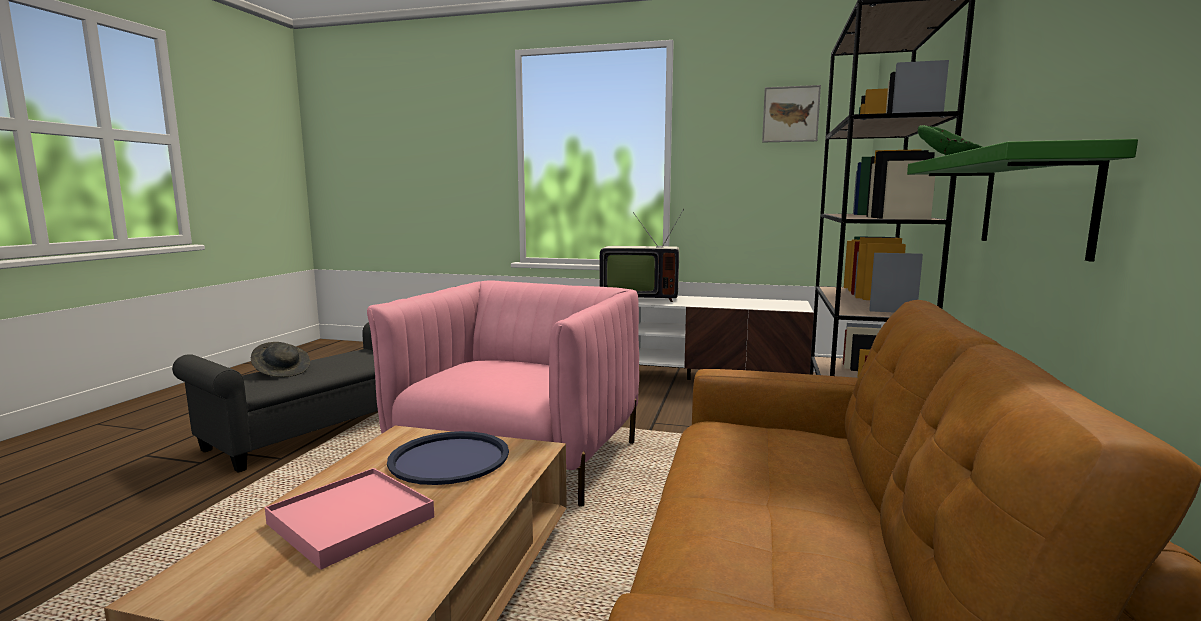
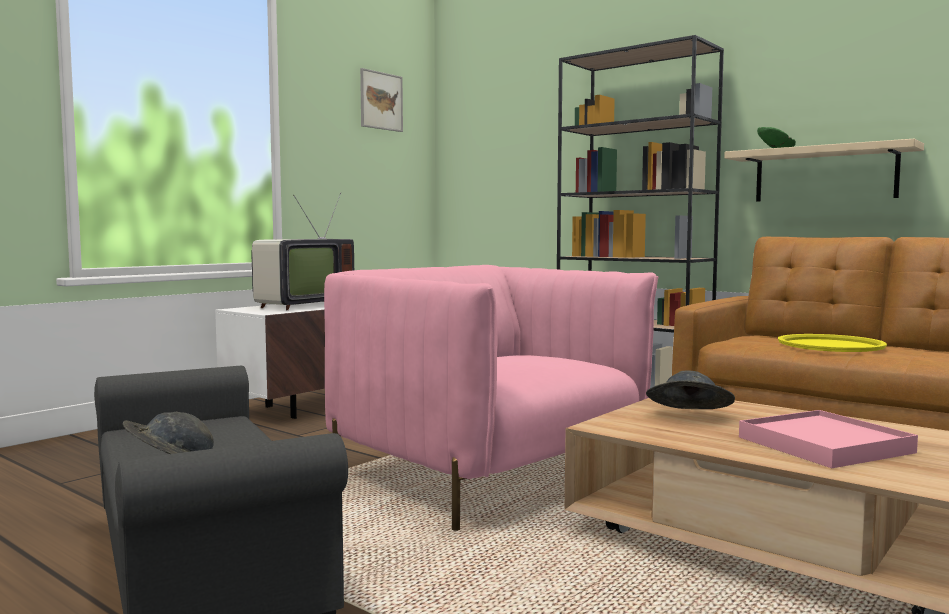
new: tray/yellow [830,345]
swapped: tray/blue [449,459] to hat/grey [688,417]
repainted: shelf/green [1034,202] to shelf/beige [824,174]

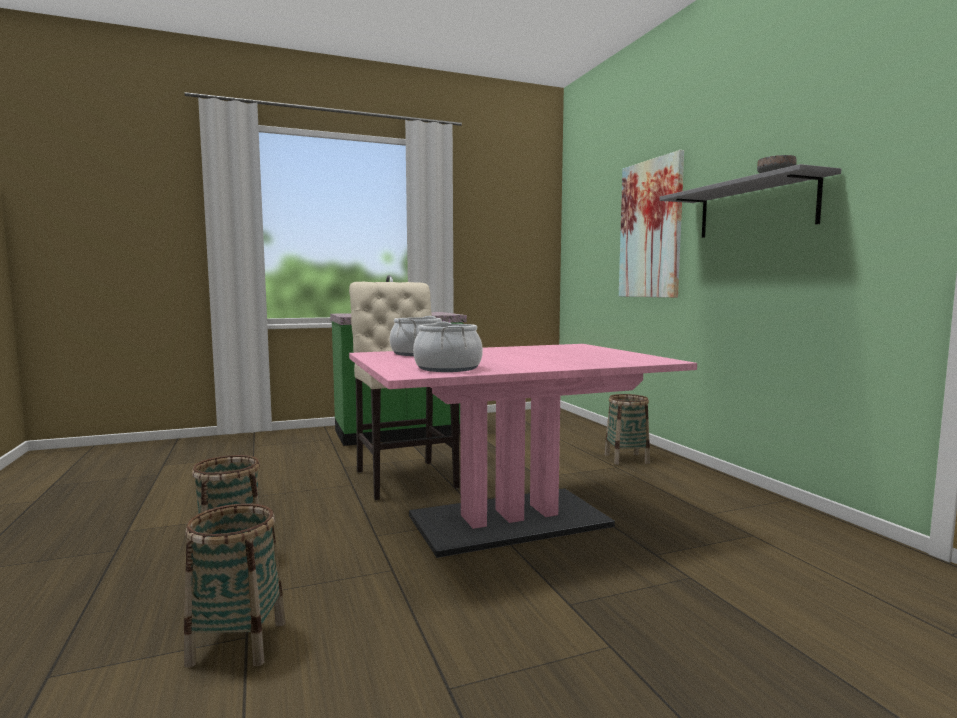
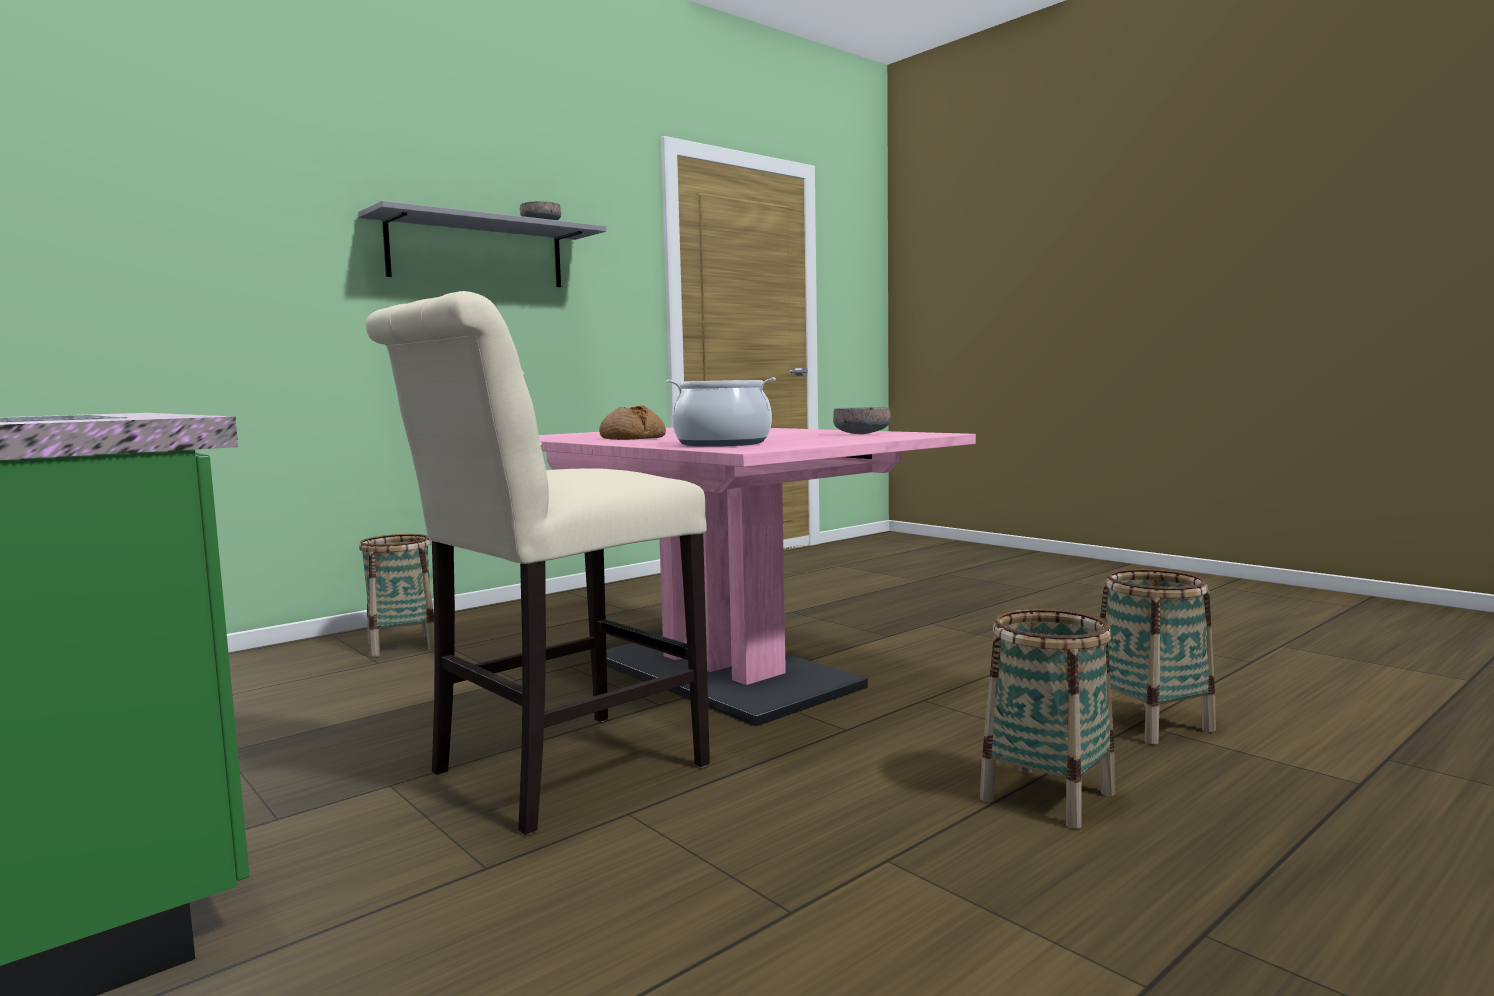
gone: picture [650,229]
new: bread [632,438]
swapped: cooking pot [448,368] to bowl/grey [861,434]

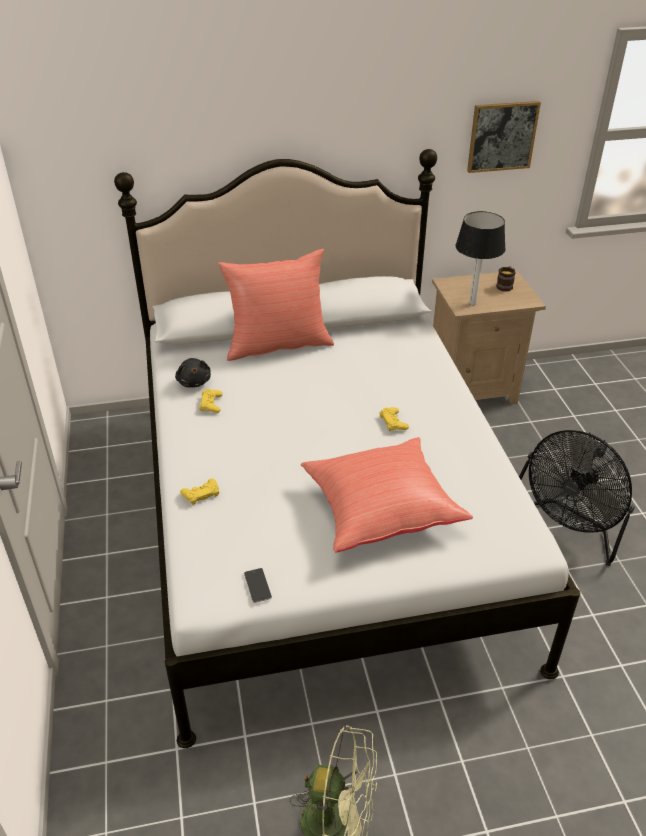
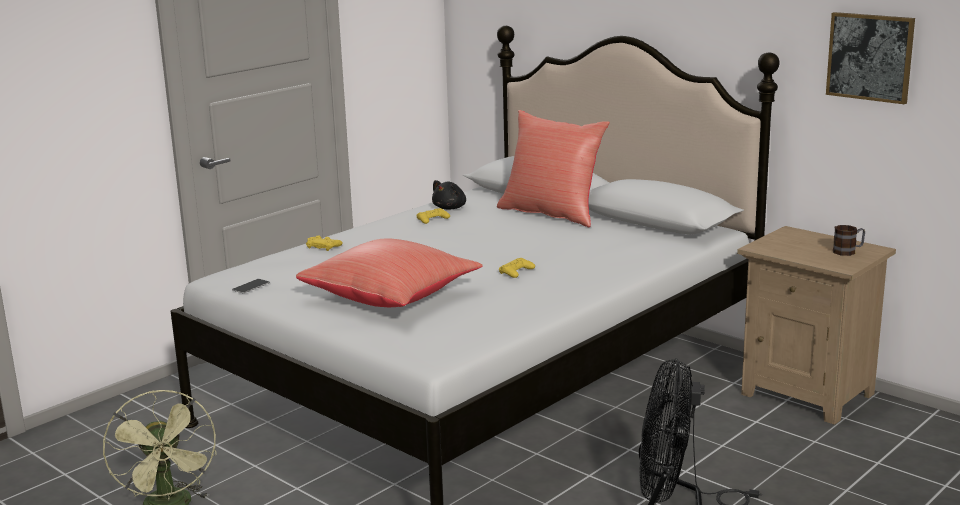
gone: table lamp [473,304]

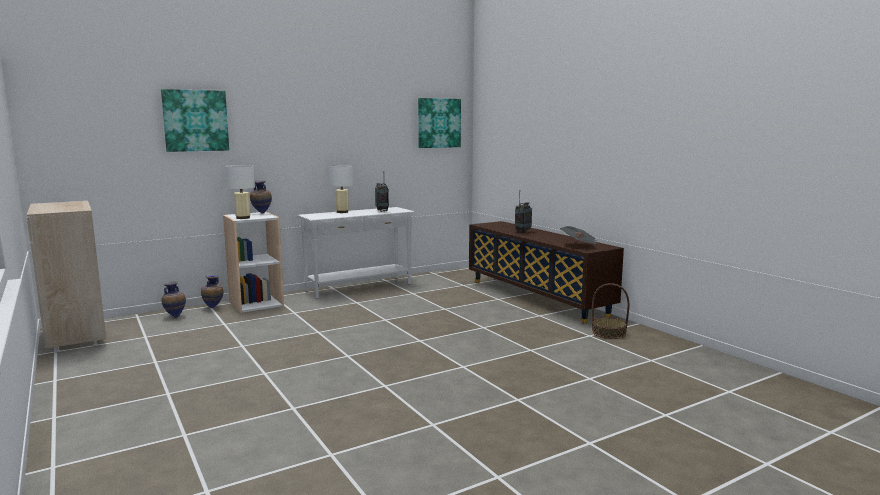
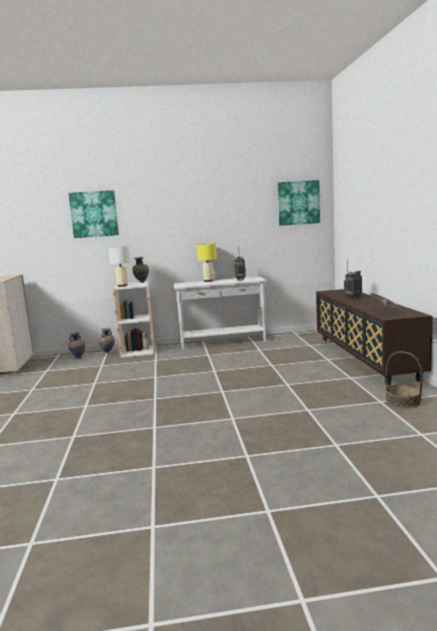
repainted: table lamp/white [342,212] to table lamp/yellow [208,281]

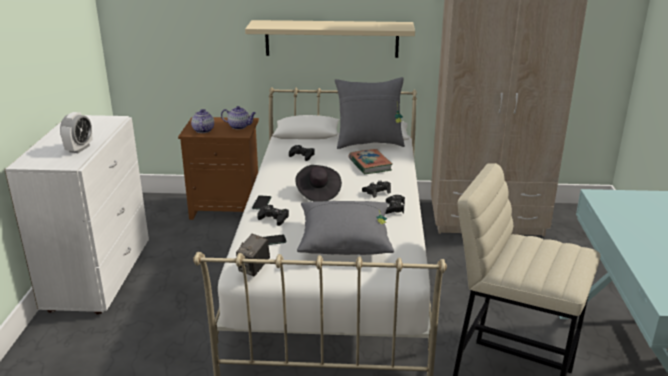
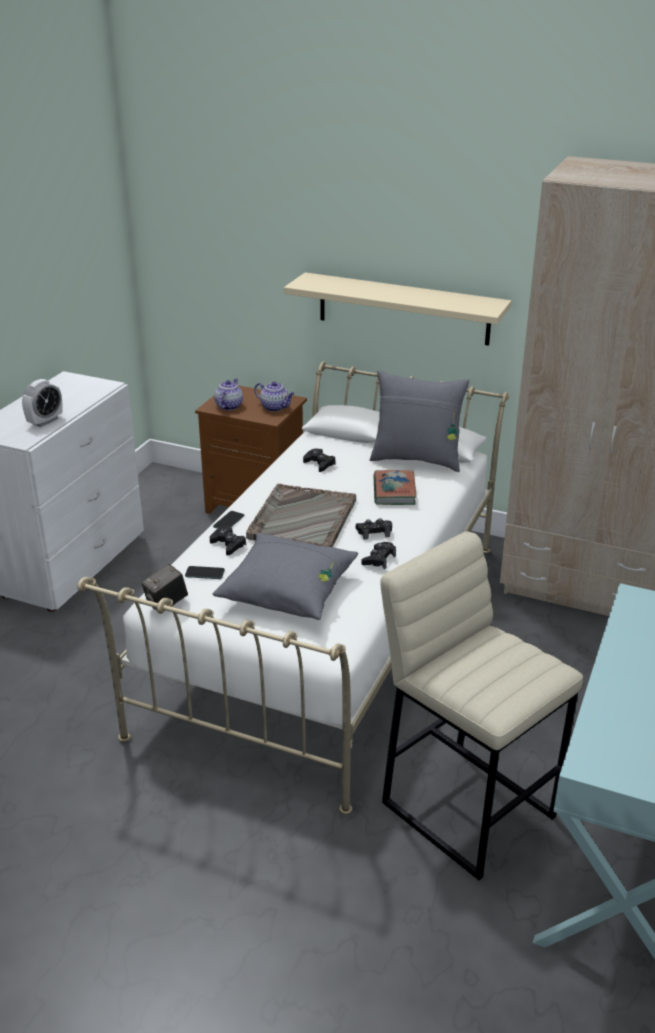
swapped: hat/black [318,193] to tray/grey [302,520]

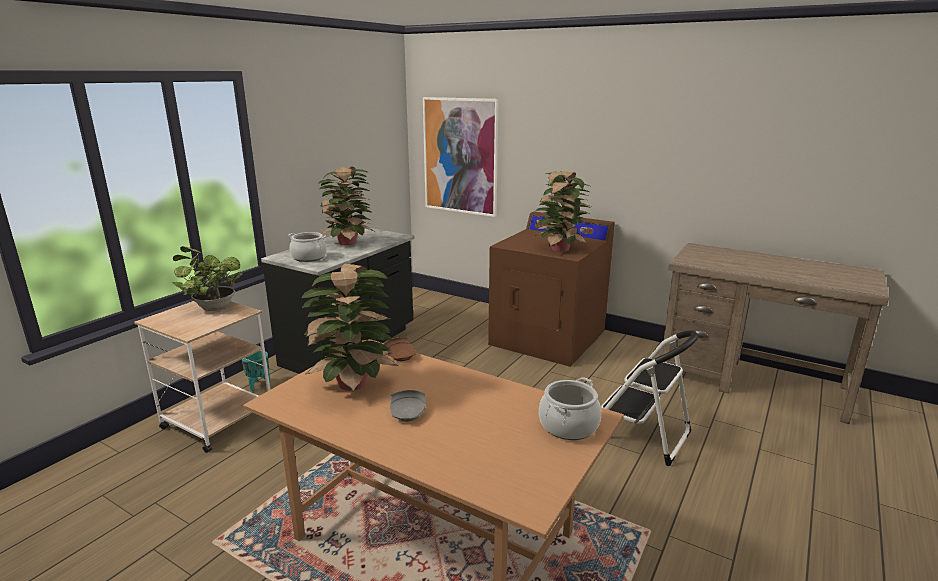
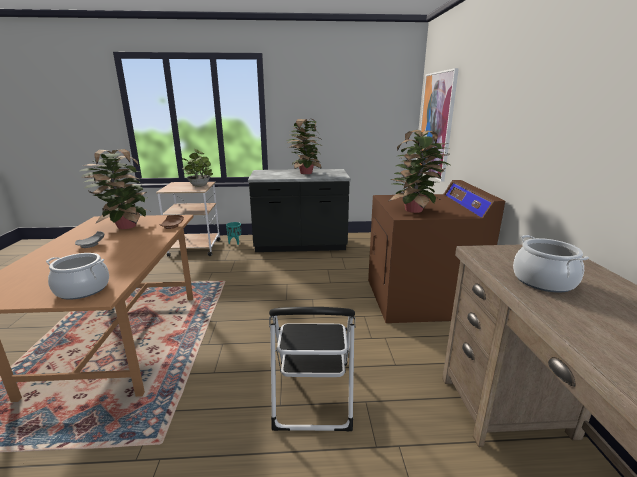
shifted: cooking pot [309,257] to [543,281]

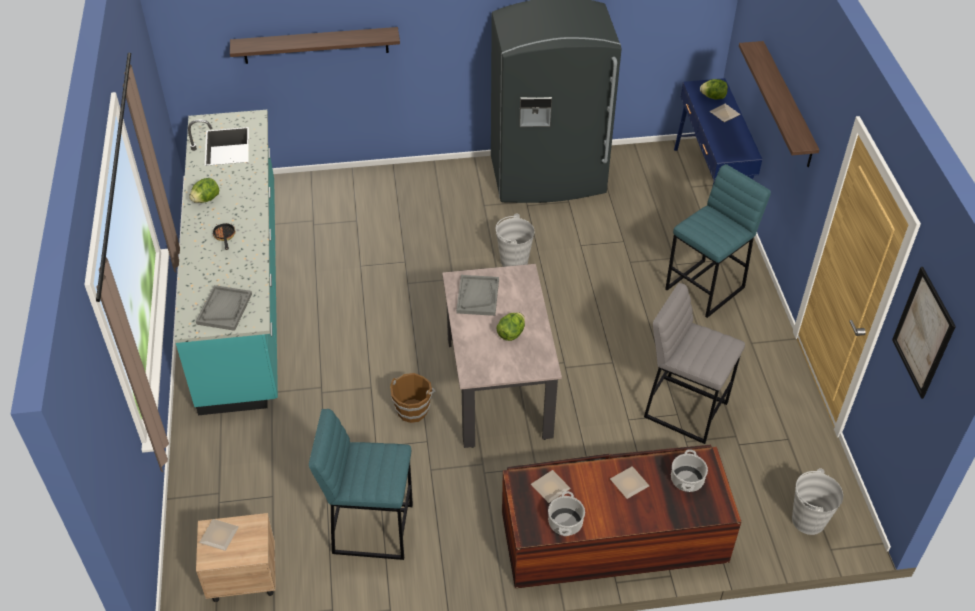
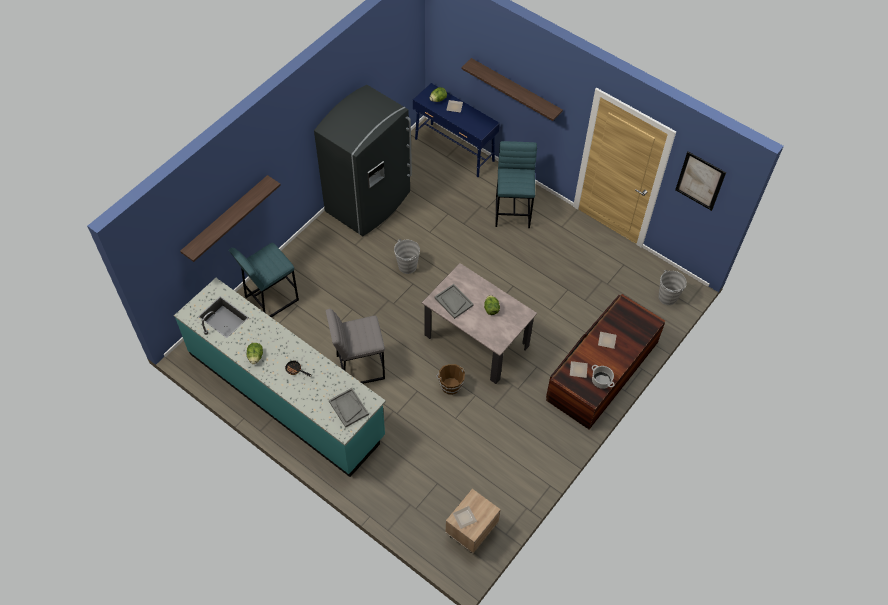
gone: cooking pot [687,480]
shifted: stool/turquoise [370,528] to [270,299]; stool/grey [683,409] to [359,367]

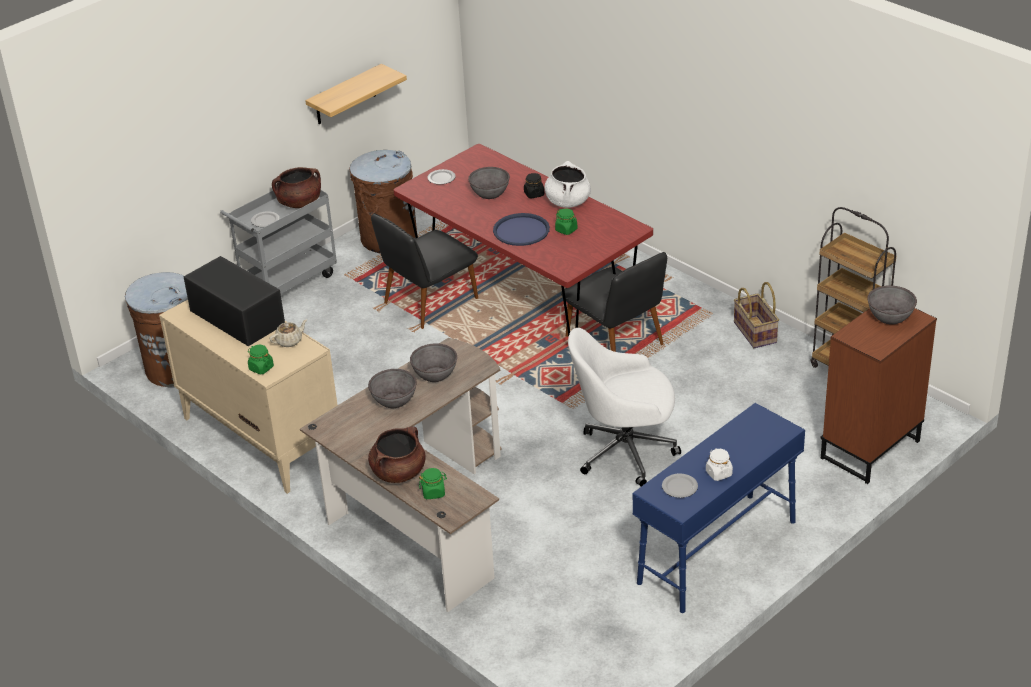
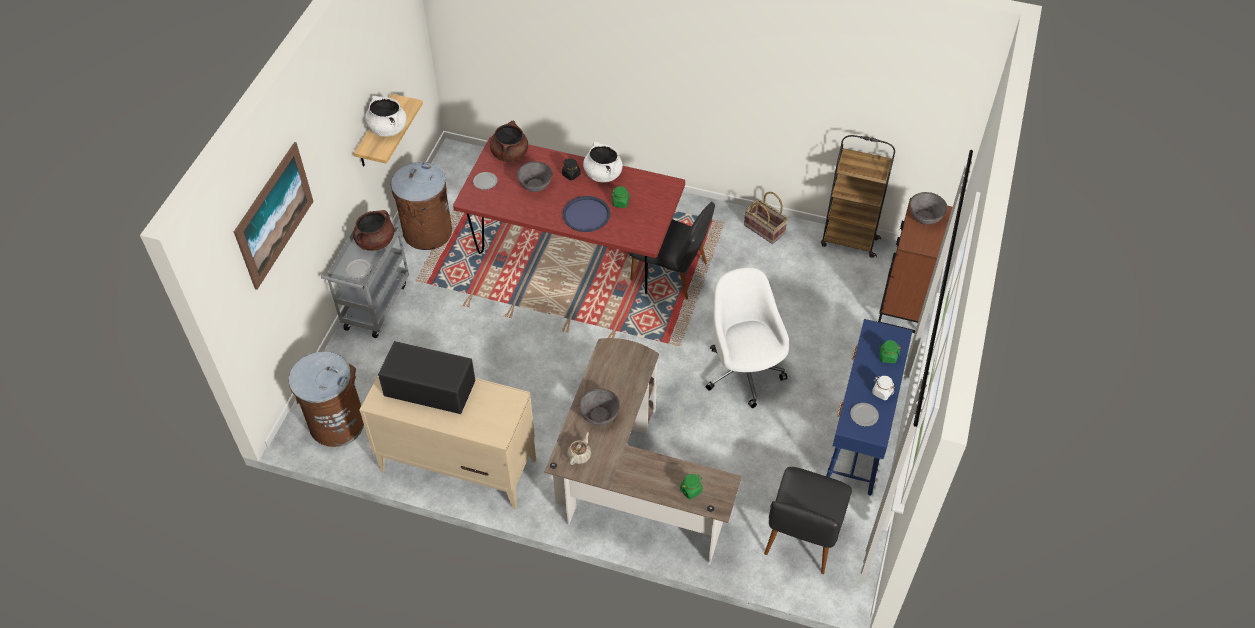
gone: bowl/grey [435,374]
new: picture [274,215]; cooking pot/white [387,128]
shifted: cooking pot/brown [398,472] to [510,154]; teapot/beige [289,341] to [579,455]; chair/black [431,300] to [803,534]; jar/green [261,368] to [887,357]
rotated: office chair/white [625,453] = [743,372] 105 degrees clockwise

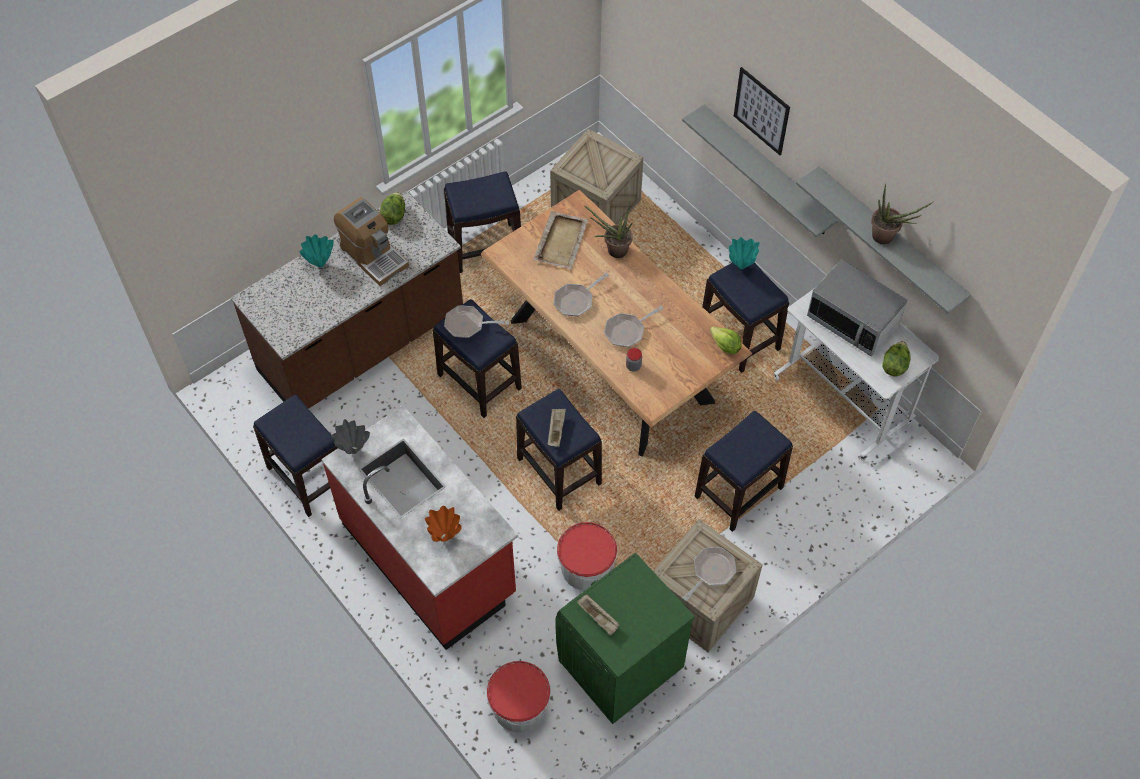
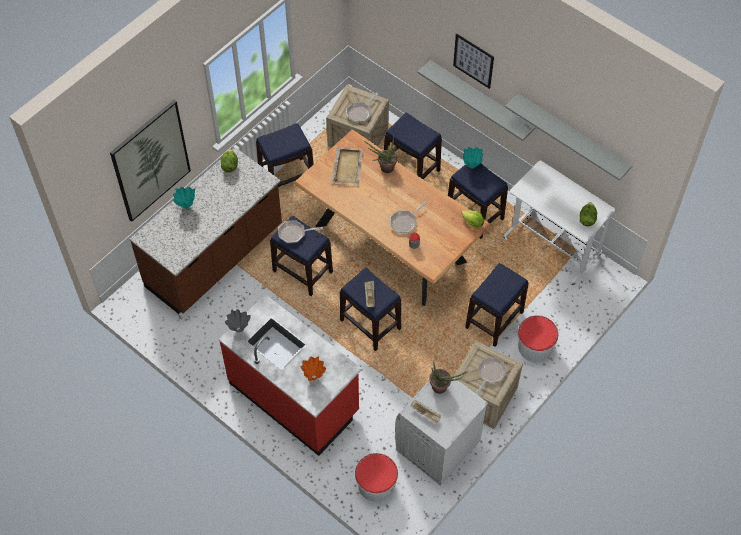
gone: coffee machine [373,256]; microwave [852,321]
new: picture [151,161]
shifted: frying pan [576,300] to [360,112]; stool [309,477] to [411,169]; potted plant [887,238] to [442,388]; bucket [586,567] to [534,347]
repainted: washing machine/green [620,664] to washing machine/white [437,446]

